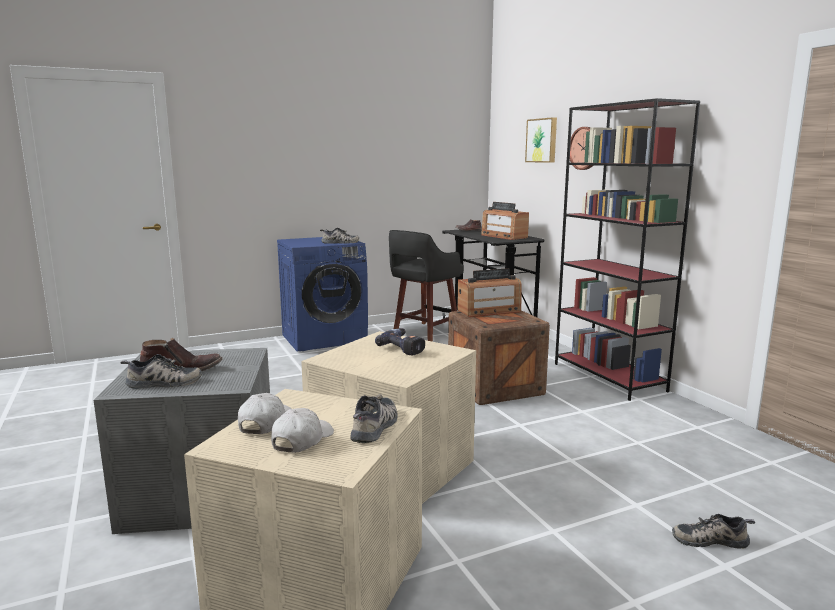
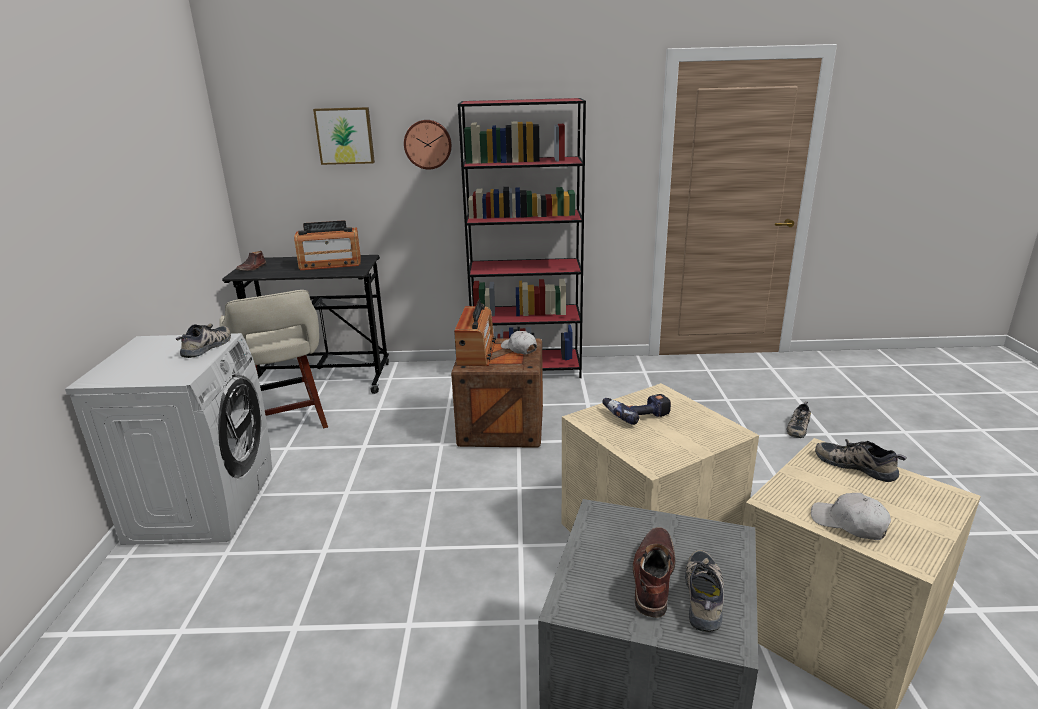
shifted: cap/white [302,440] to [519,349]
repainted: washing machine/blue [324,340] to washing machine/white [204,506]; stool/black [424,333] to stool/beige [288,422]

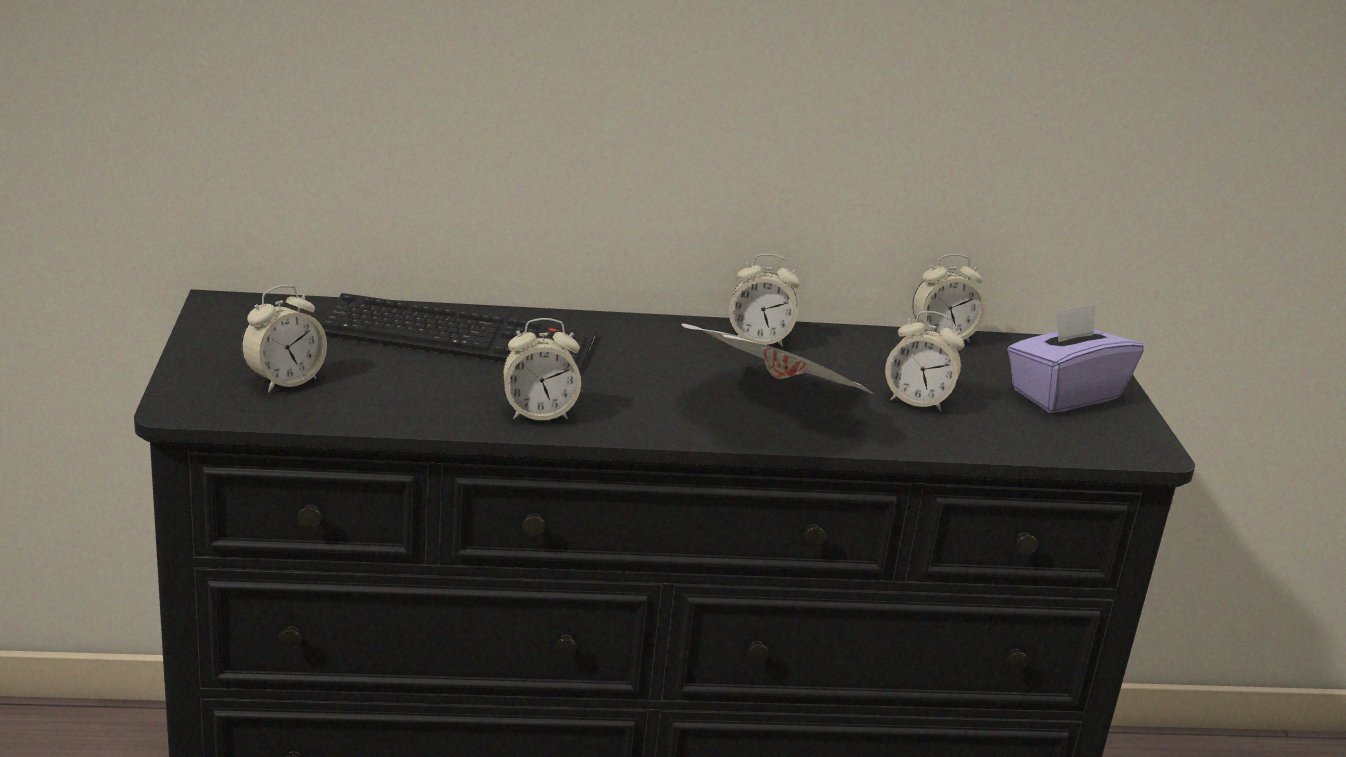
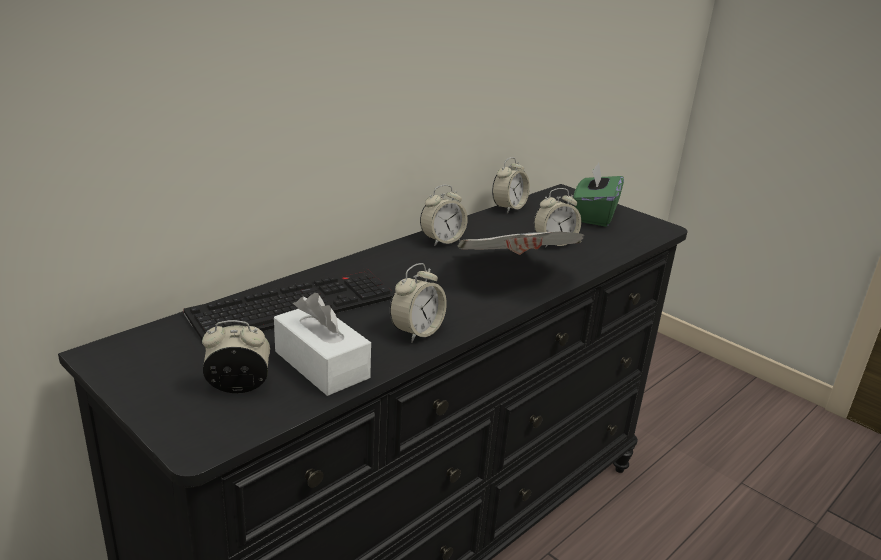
new: tissue box/white [321,365]
repainted: tissue box/purple [1064,394] to tissue box/green [594,215]
rotated: alarm clock [284,380] = [238,387] 105 degrees counterclockwise

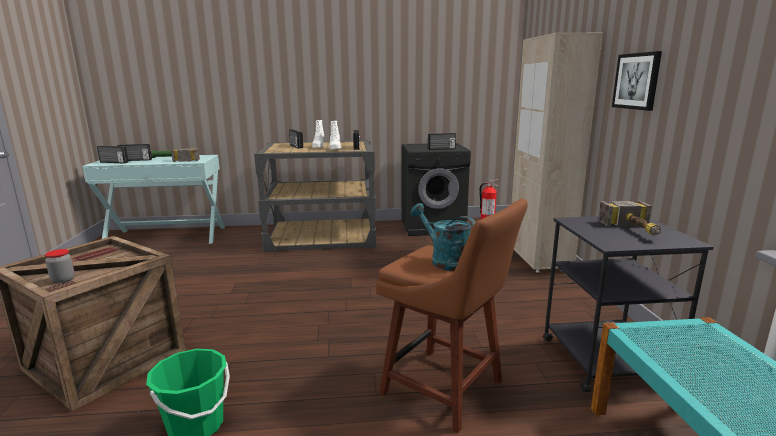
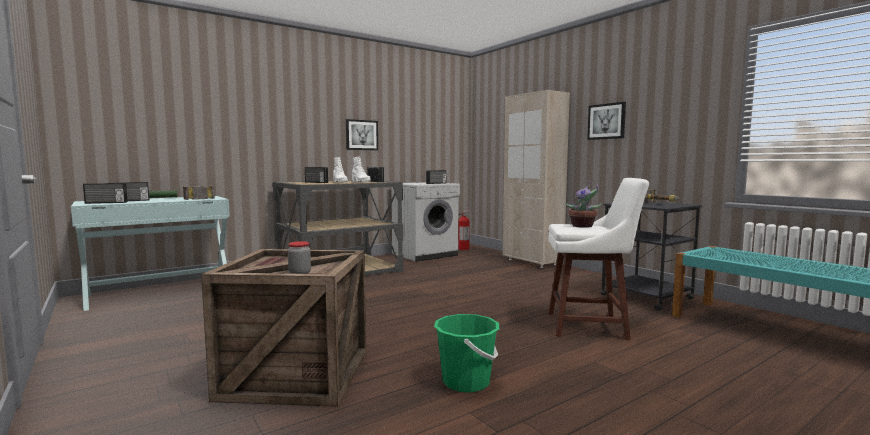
new: picture [361,135]
swapped: watering can/turquoise [444,261] to potted plant [583,226]
repainted: washing machine/black [433,227] to washing machine/white [426,255]; stool/brown [446,389] to stool/white [591,325]

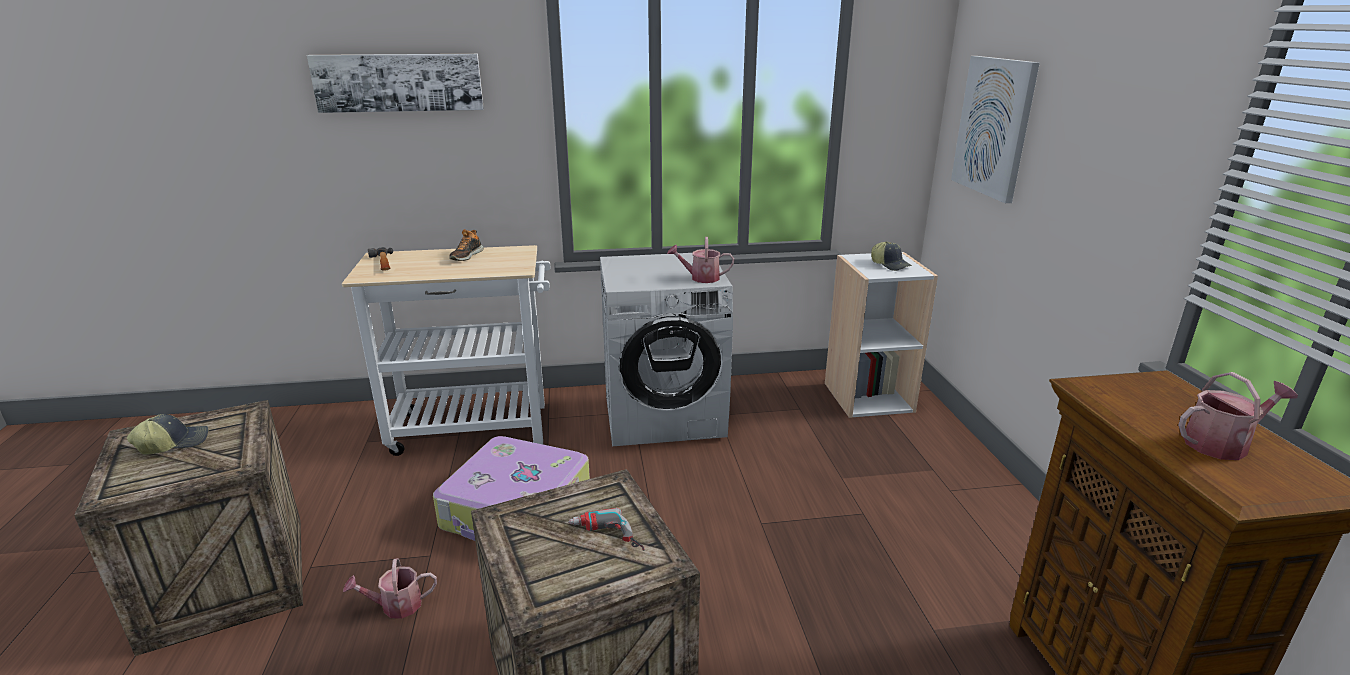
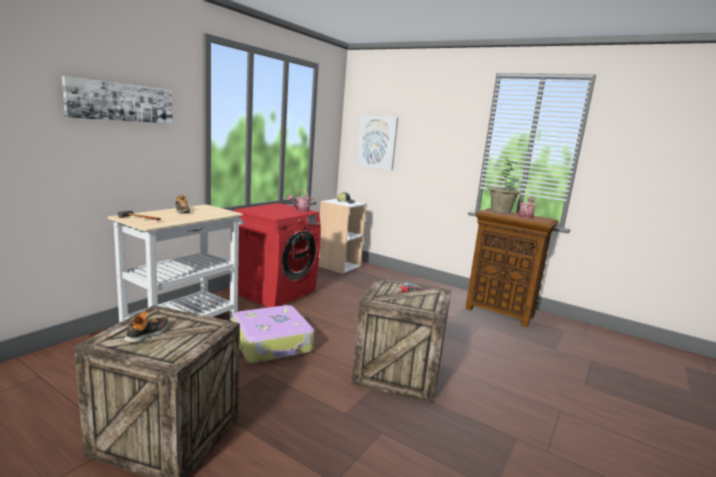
gone: watering can [396,606]
new: potted plant [500,211]
swapped: cap [174,443] to shoe [148,334]
repainted: washing machine/white [664,419] to washing machine/red [275,294]

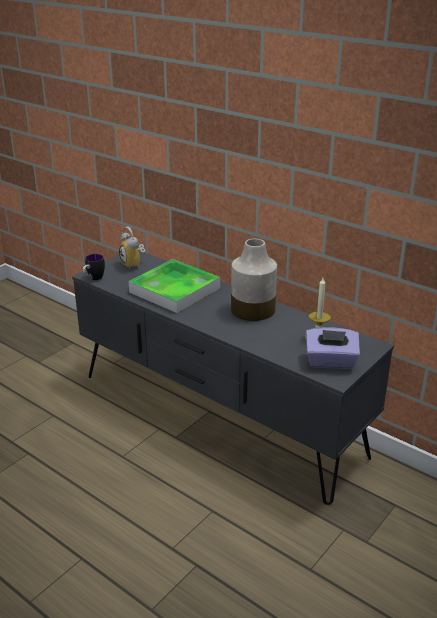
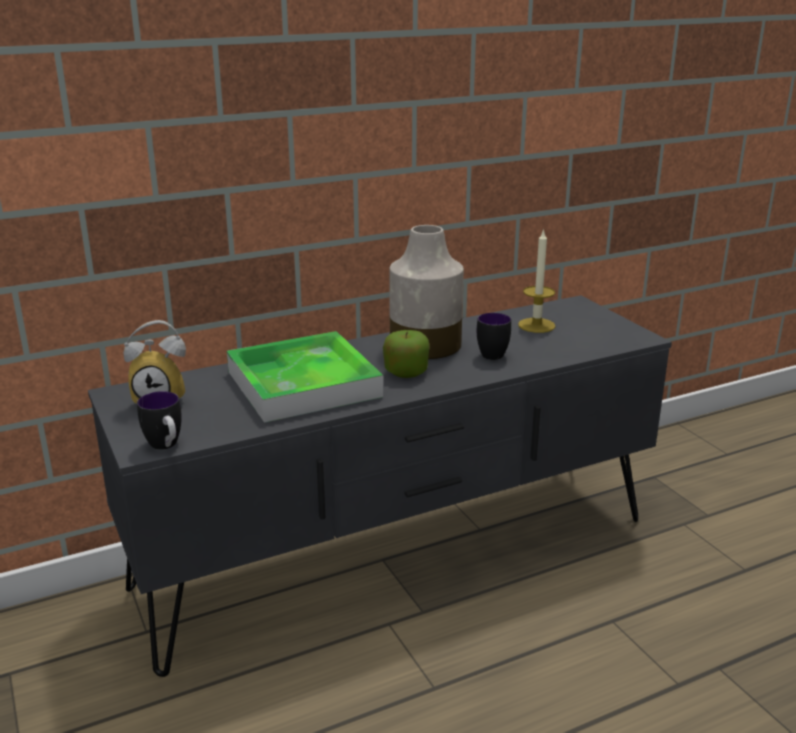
gone: tissue box/purple [330,362]
new: apple [406,372]; mug [493,353]

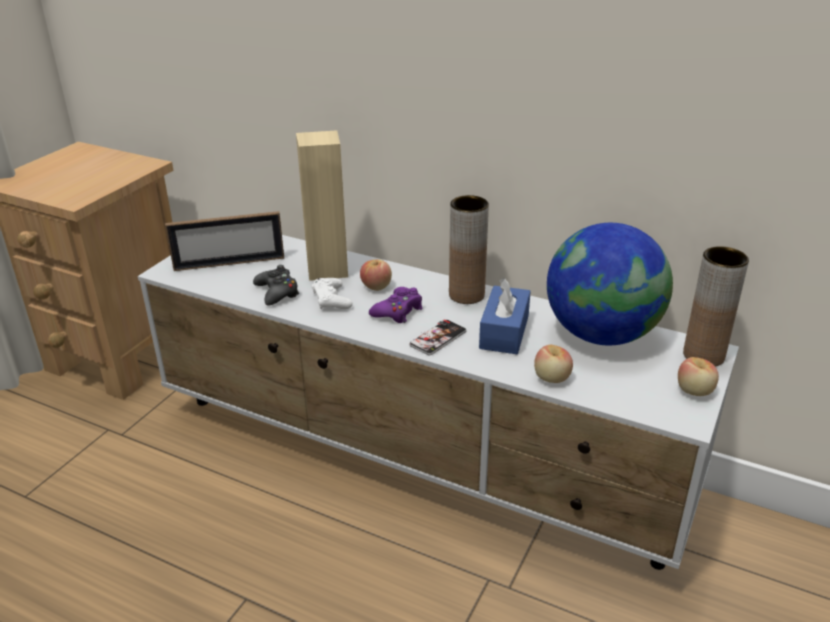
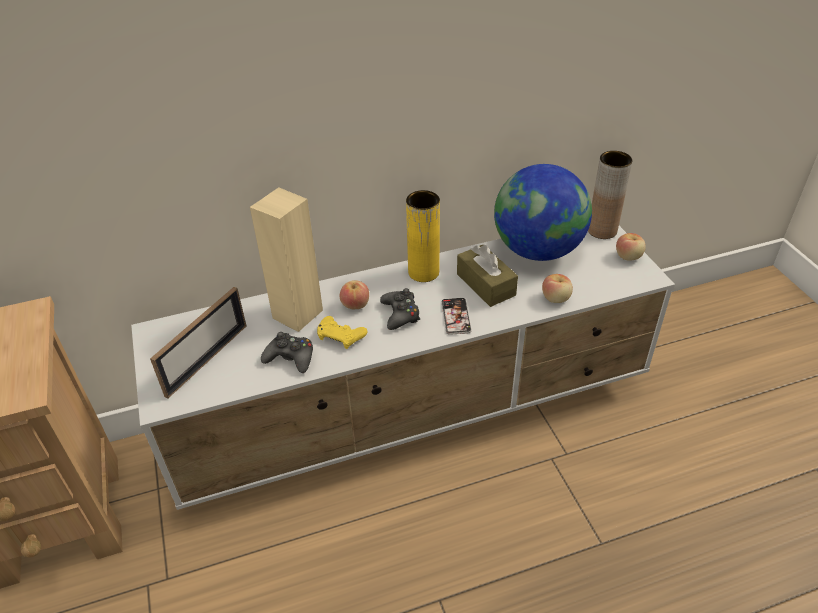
repainted: game controller/white [331,299] to game controller/yellow [341,336]; game controller/purple [398,311] to game controller/black [400,314]; vase/brown [466,295] to vase/yellow [423,272]; tissue box/blue [504,332] to tissue box/brown [485,284]

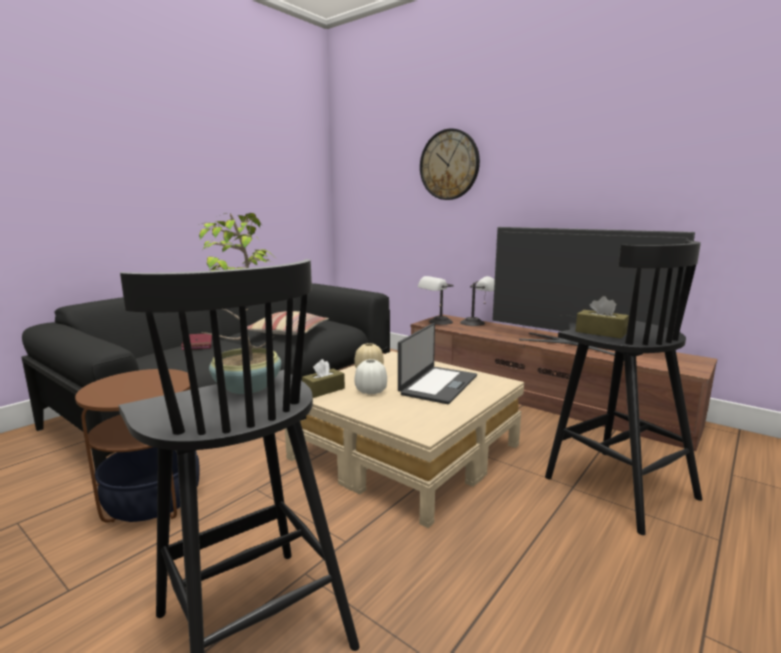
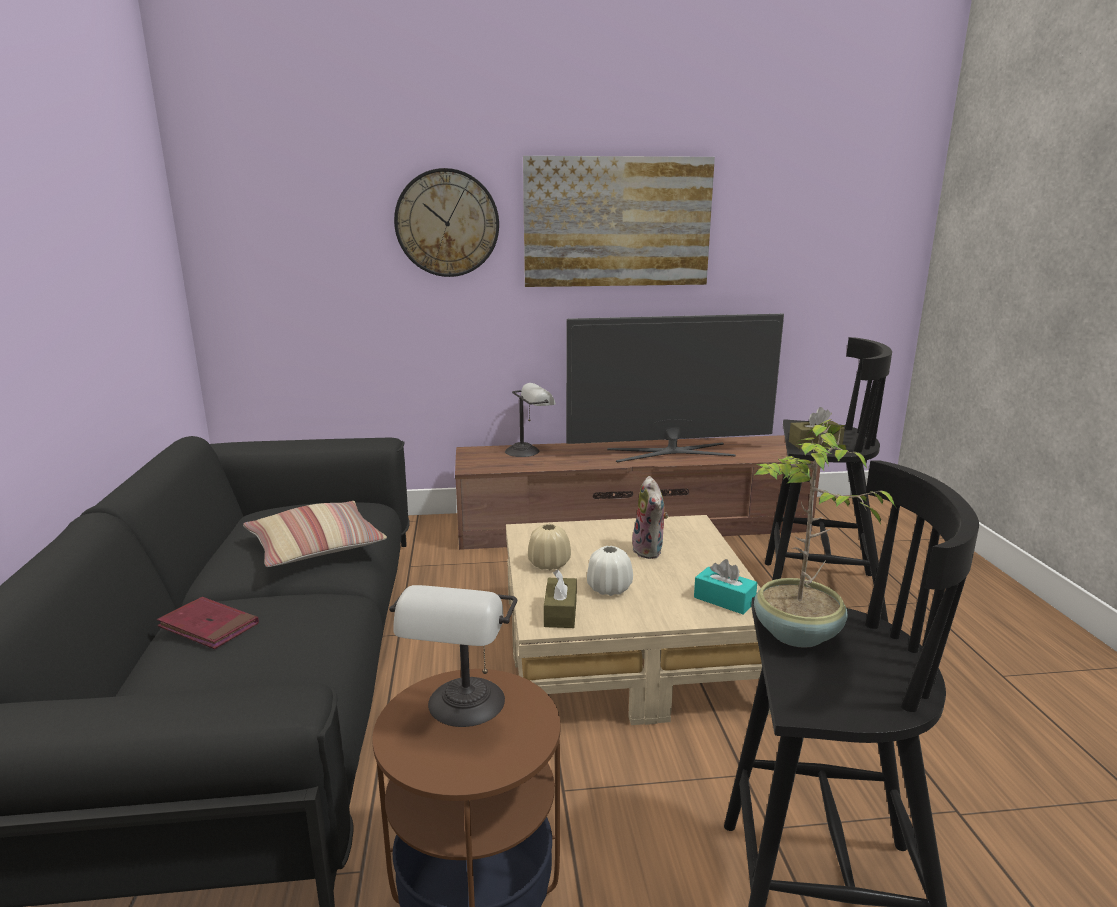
new: picture [617,222]; tissue box/turquoise [724,600]
shifted: table lamp [437,322] to [463,712]
swapped: laptop [437,385] to plush toy [650,551]

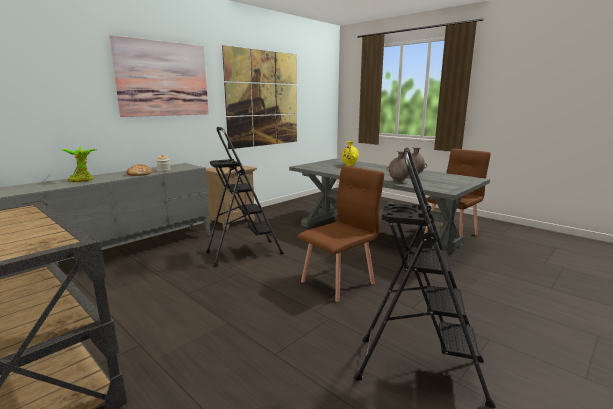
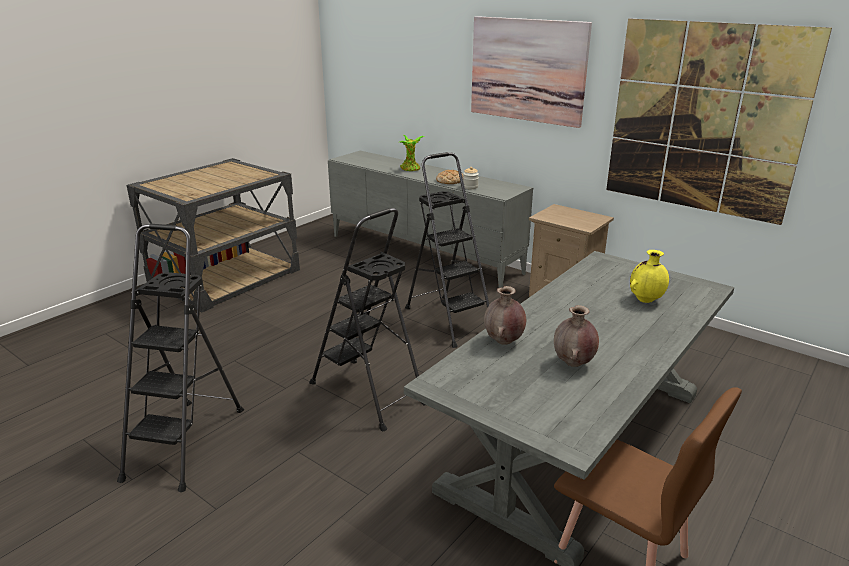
swapped: chair/brown [338,282] to step ladder [368,393]

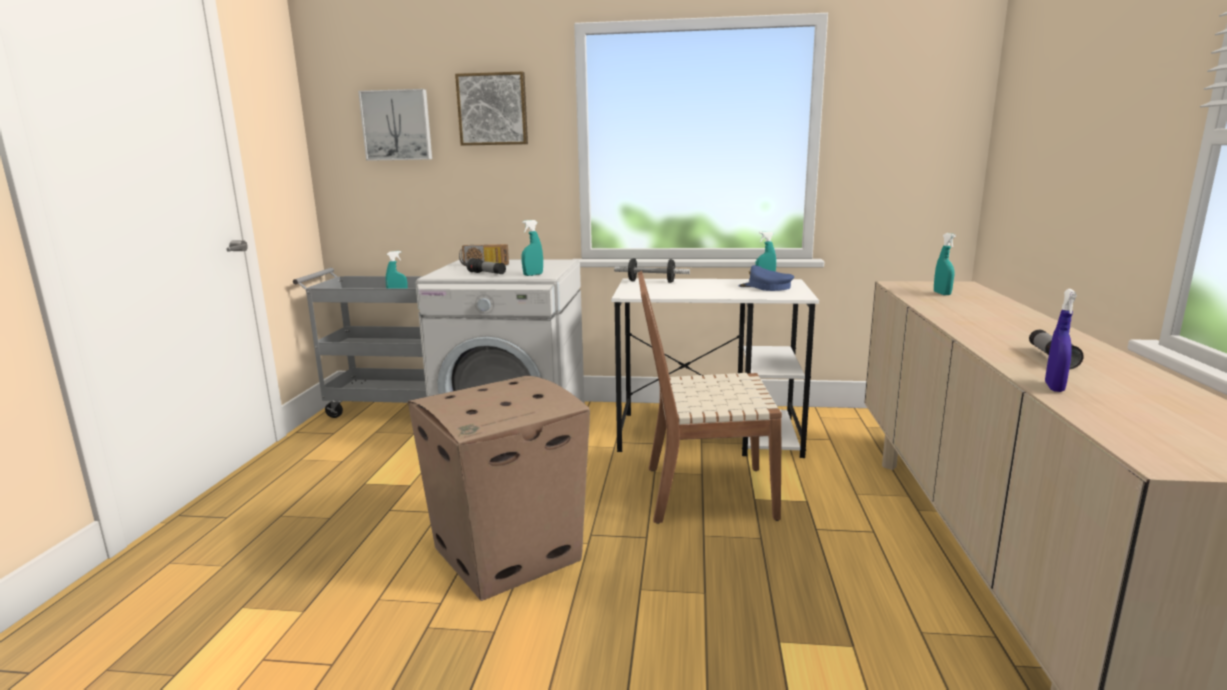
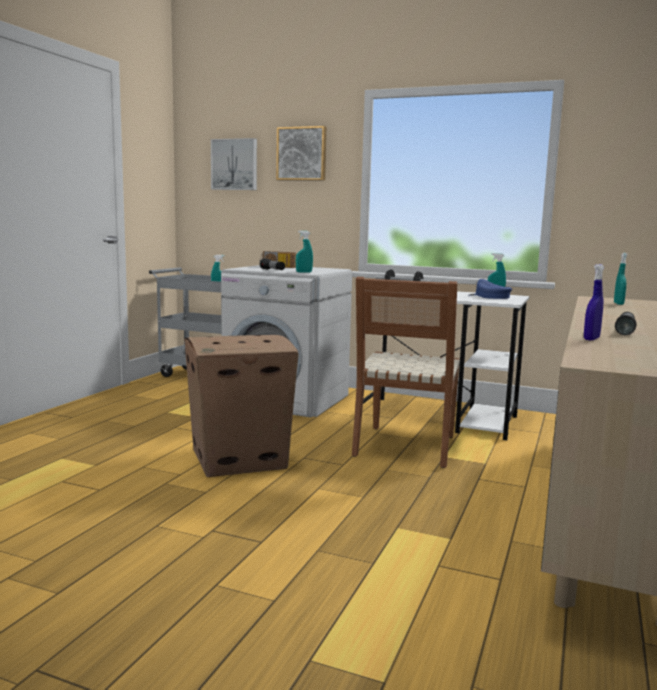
rotated: chair [702,493] = [404,448] 90 degrees counterclockwise

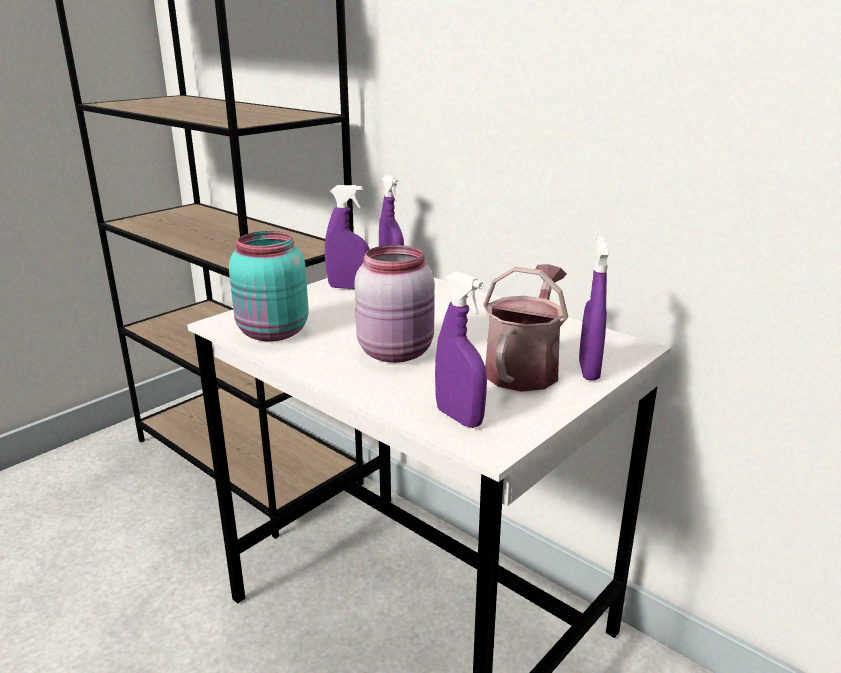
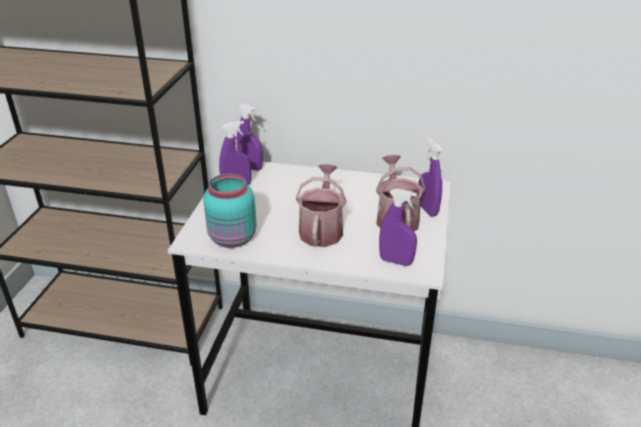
swapped: jar/pink [398,352] to watering can [321,229]

